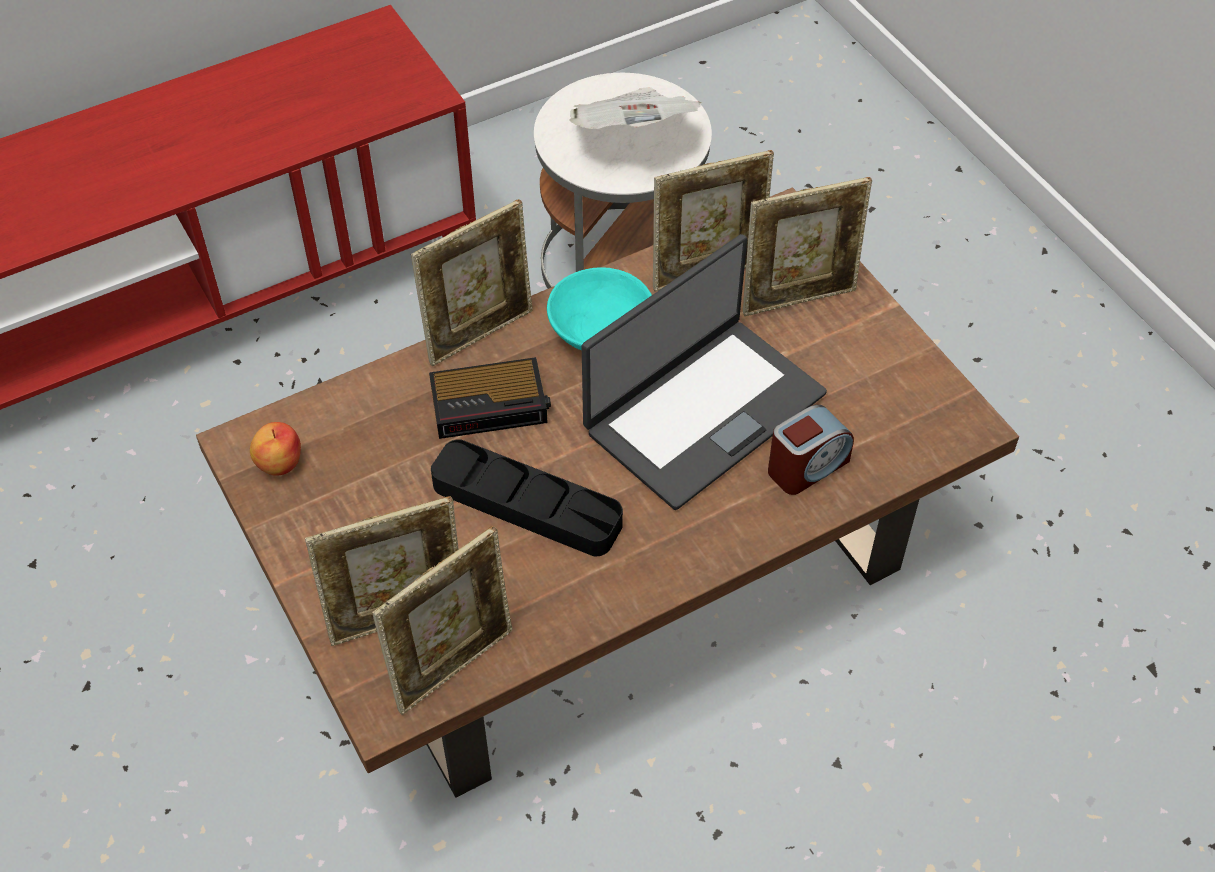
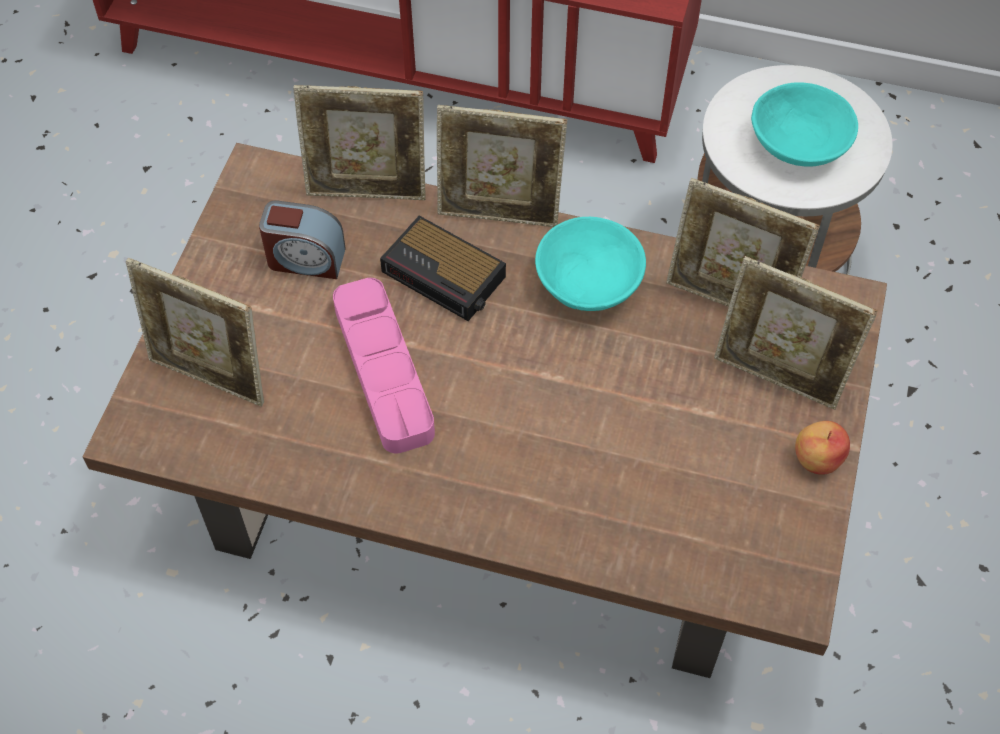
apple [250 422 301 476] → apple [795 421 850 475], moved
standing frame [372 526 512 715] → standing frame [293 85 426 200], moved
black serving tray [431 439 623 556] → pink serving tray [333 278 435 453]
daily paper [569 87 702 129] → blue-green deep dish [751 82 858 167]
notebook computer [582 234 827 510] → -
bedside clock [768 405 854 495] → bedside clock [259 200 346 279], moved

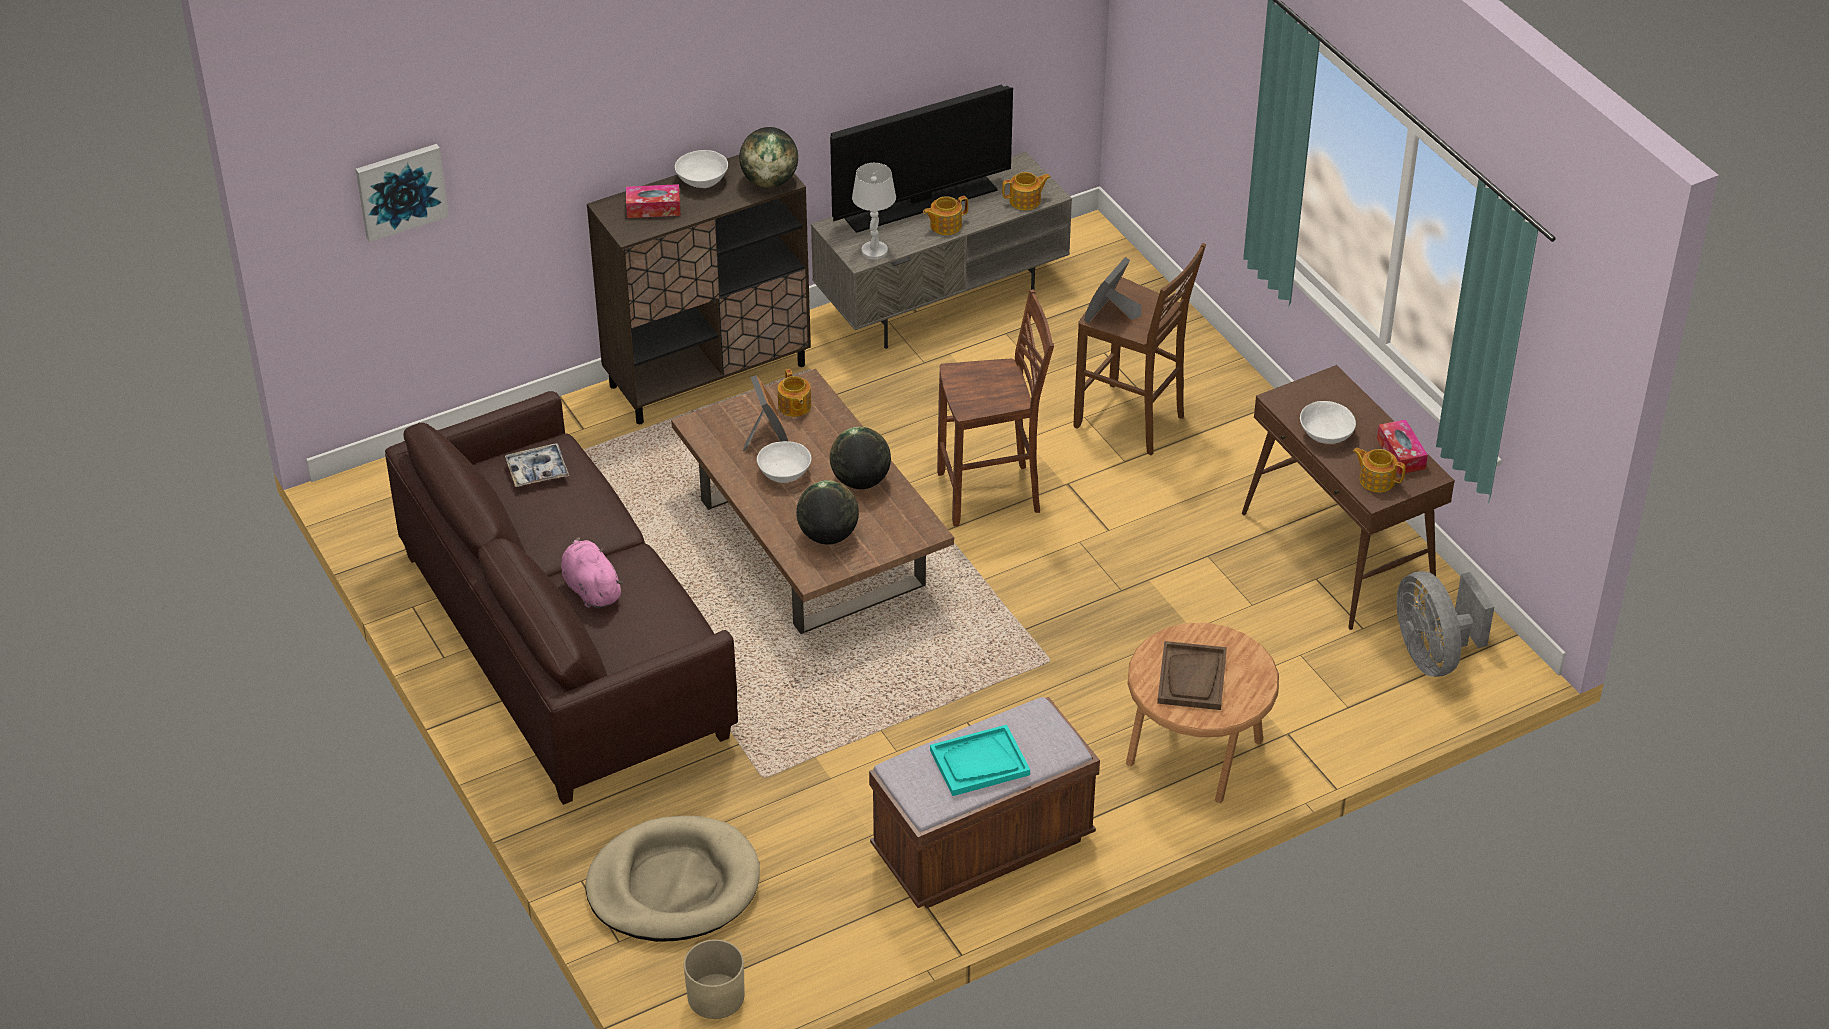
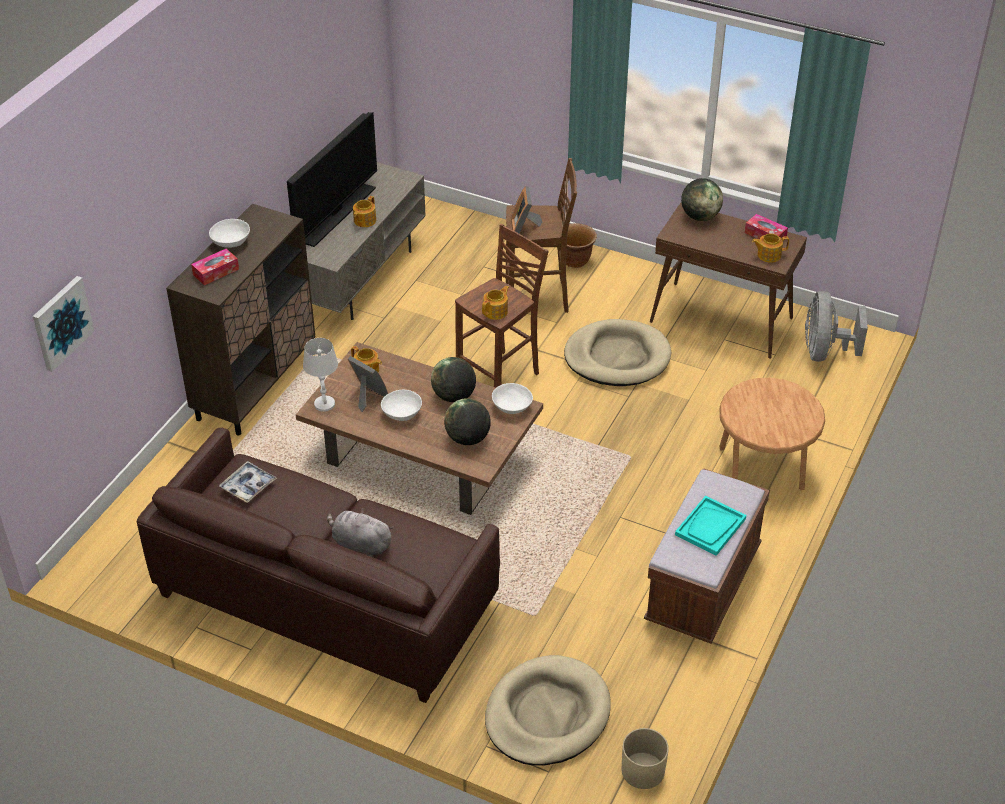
pink soft toy [561 537 623 608] → greyish soft toy [327 508 394 557]
globe [739 127 798 188] → globe [681 178 723 221], moved
whitish tabletop lamp [852 163 896 260] → whitish tabletop lamp [303 338 338 412], moved
teapot [1002 172 1051 210] → teapot [482 286 509 320], moved
brown serving tray [1157 641 1227 710] → -
whitish deep dish [1300 401 1356 444] → whitish deep dish [492 383 533 414], moved
greyish electric fan [1397 571 1494 677] → greyish electric fan [805 291 868 362], 60 degrees clockwise
- → beige-coloured dog cushion [564 319 671 386]
- → brown flower pot [566 223 597 268]

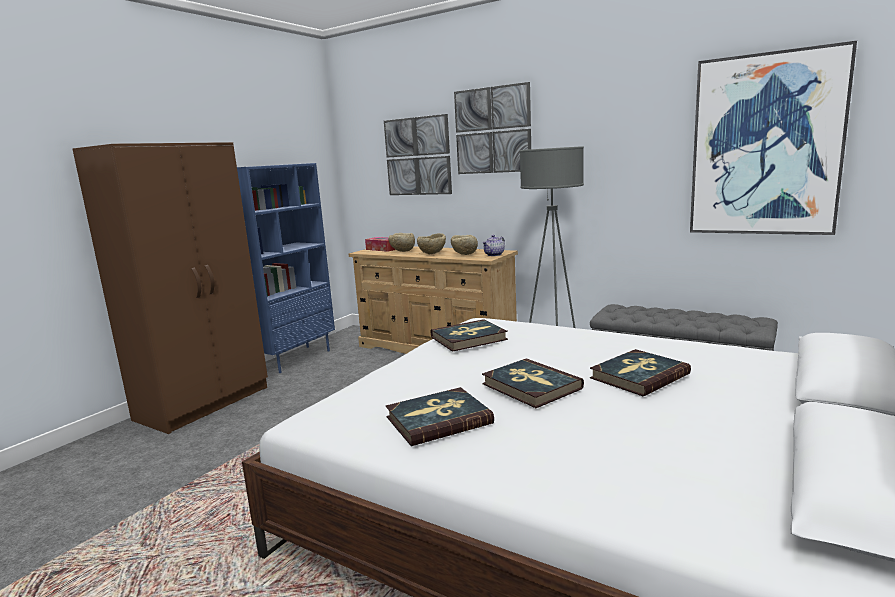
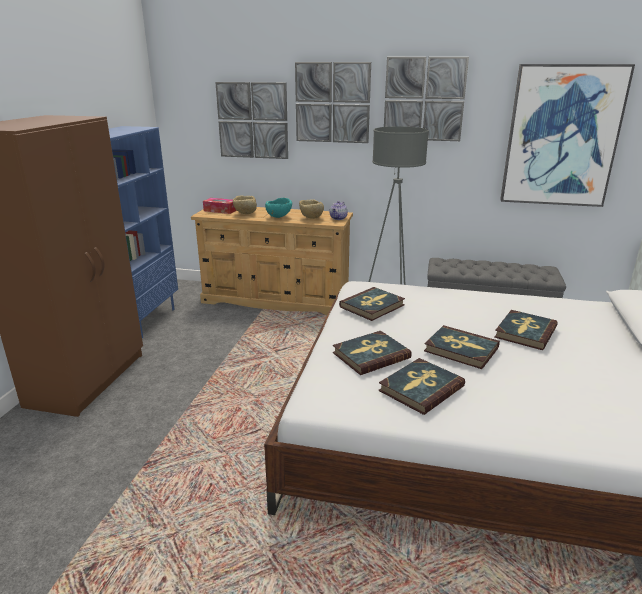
beige-coloured deep dish [417 233 446 254] → blue-green deep dish [265 198 292 218]
- → volume [333 331 412 375]
- → wall art [384 57 469 141]

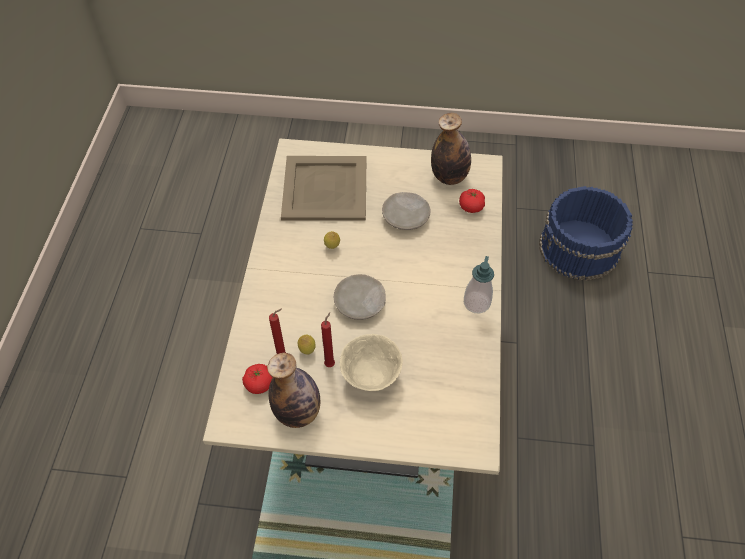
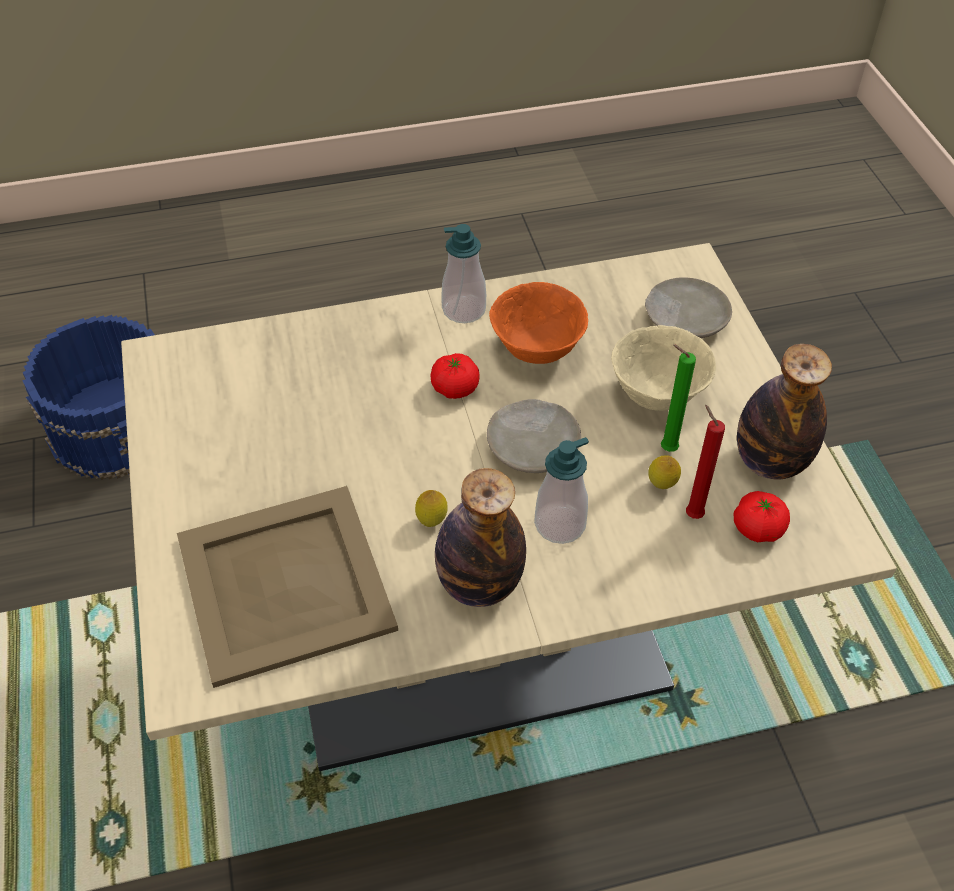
red wax candle [321 312 335 367] → greenish wax candle [661 344 696 452]
beige-coloured flat dish [382 192 430 230] → beige-coloured flat dish [645 278 732 338], moved
drink bottle [431 113 471 185] → drink bottle [435 468 526 607], moved
whole tomato [459 189 485 213] → whole tomato [430 353 480 399], moved
- → orange deep dish [489 282 588 364]
- → liquid soap bottle [534 437 589 544]

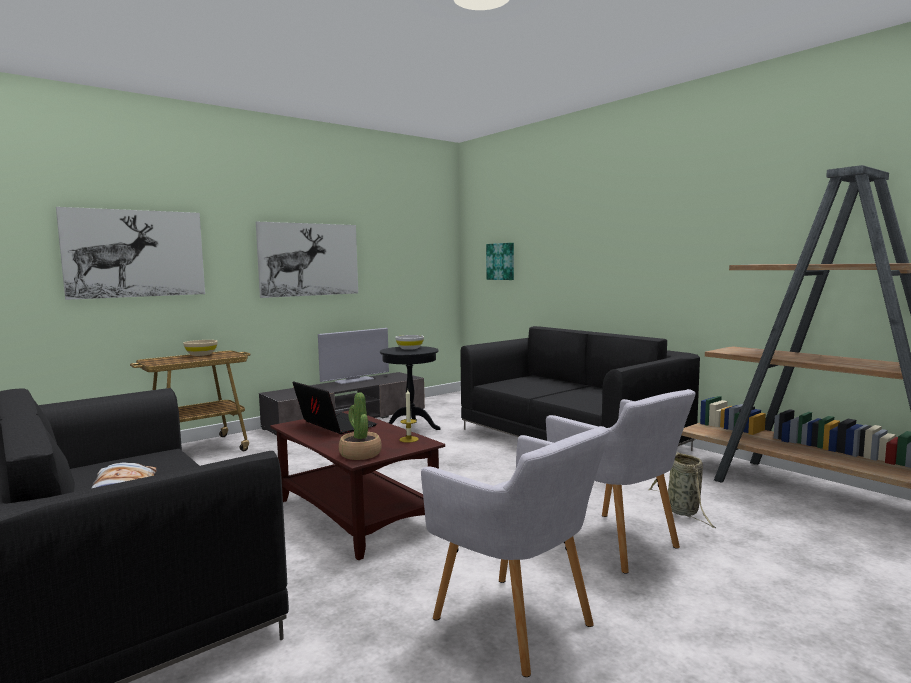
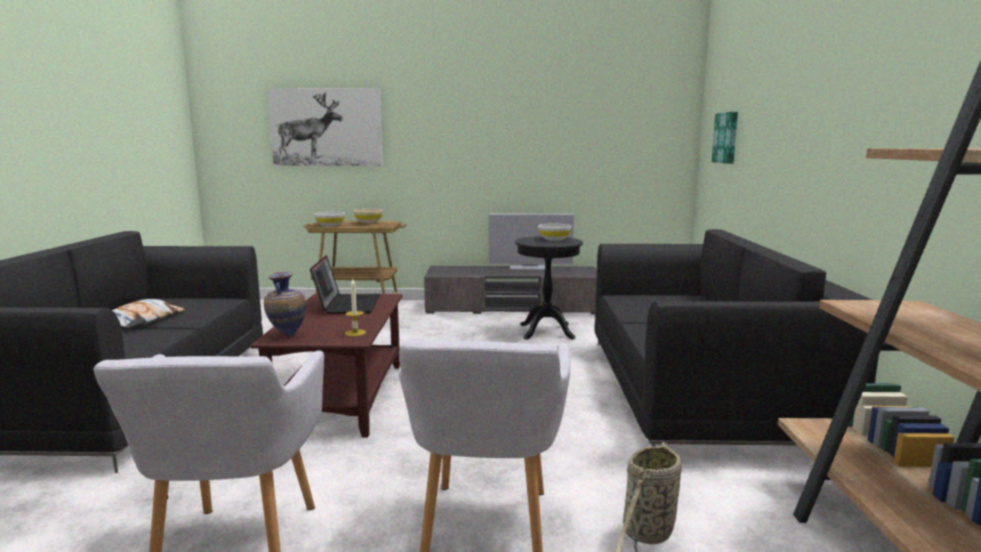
wall art [256 222 358 298] → -
potted plant [339 393 382 460] → decorative vase [264 272 307 337]
- → whitish deep dish [314 212 345 227]

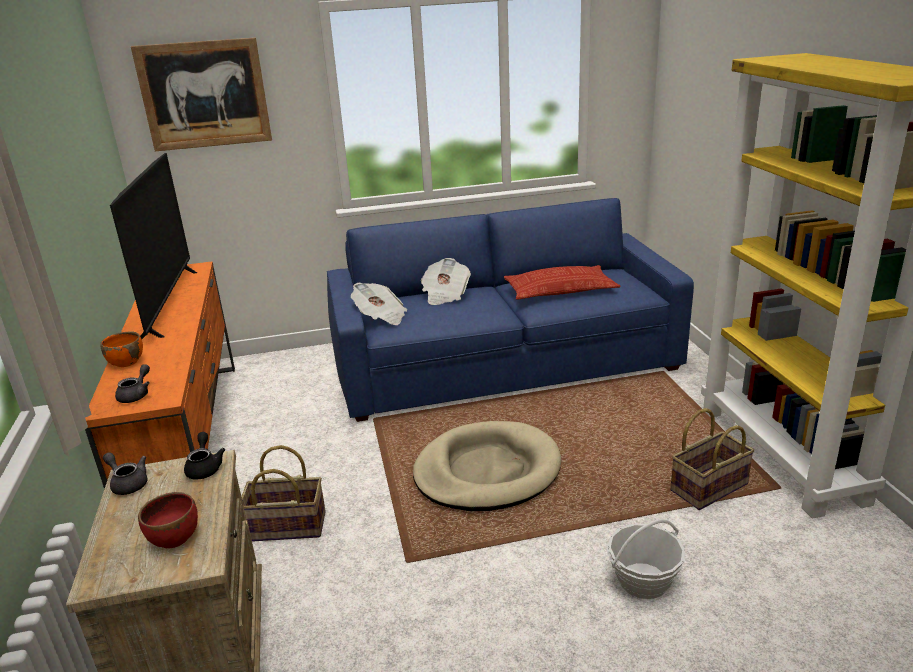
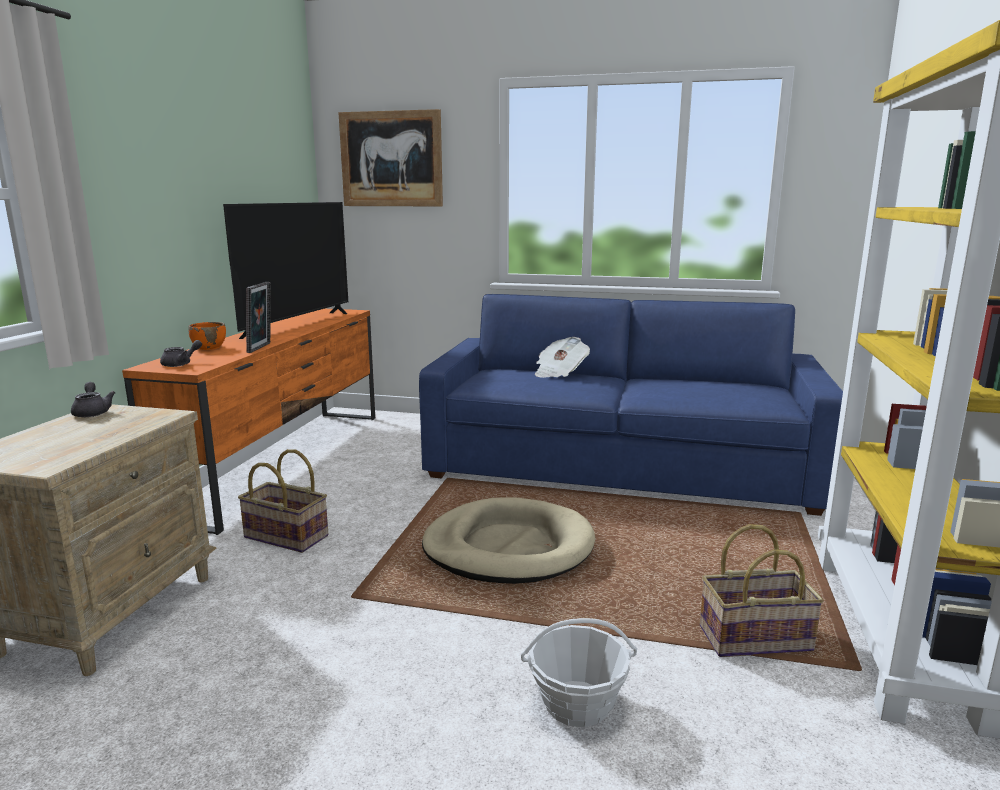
red deep dish [138 492 198 548] → -
black teapot [184 432 225 480] → -
daily paper [350 283 407 325] → -
cushion [504 265 621 300] → -
- → standing frame [246 282 271 353]

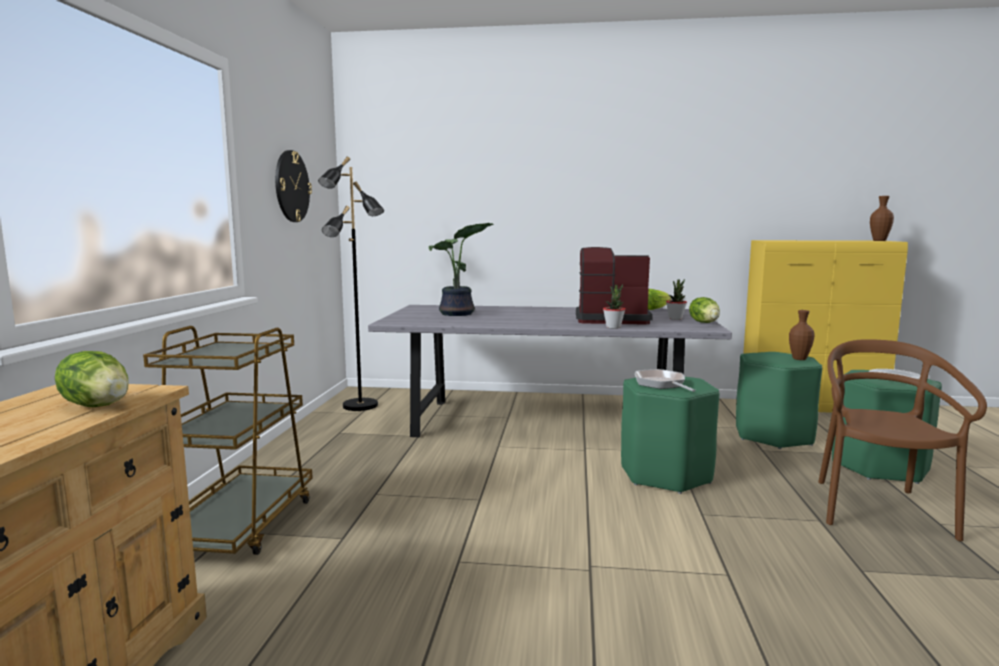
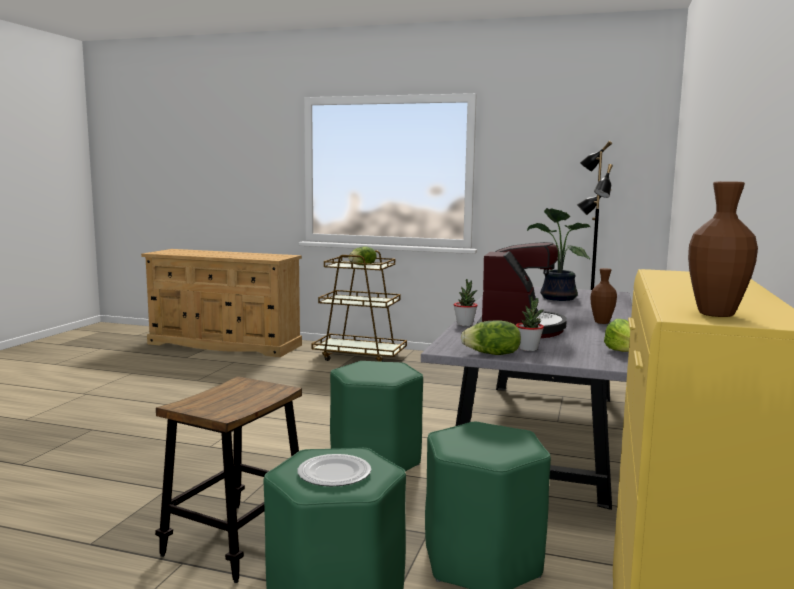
lettuce [55 351 128 407] → lettuce [348 246 377 265], moved
wall clock [275 150 312 222] → -
skillet [635 369 696 392] → -
brown decorative vase [789 310 815 360] → brown decorative vase [591 268 617 324], moved
brown chair [818 339 987 542] → sitting stool [155 376 302 583]

